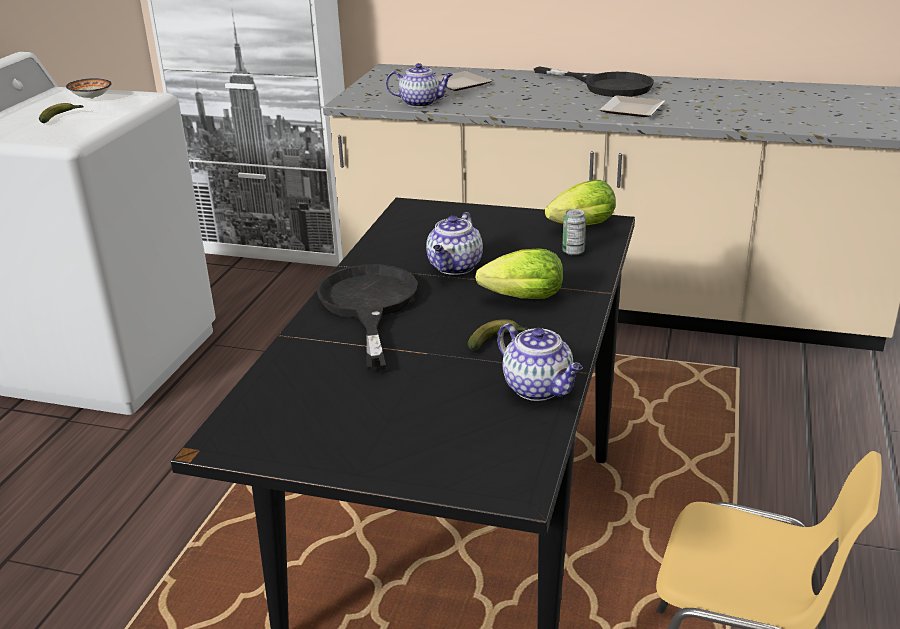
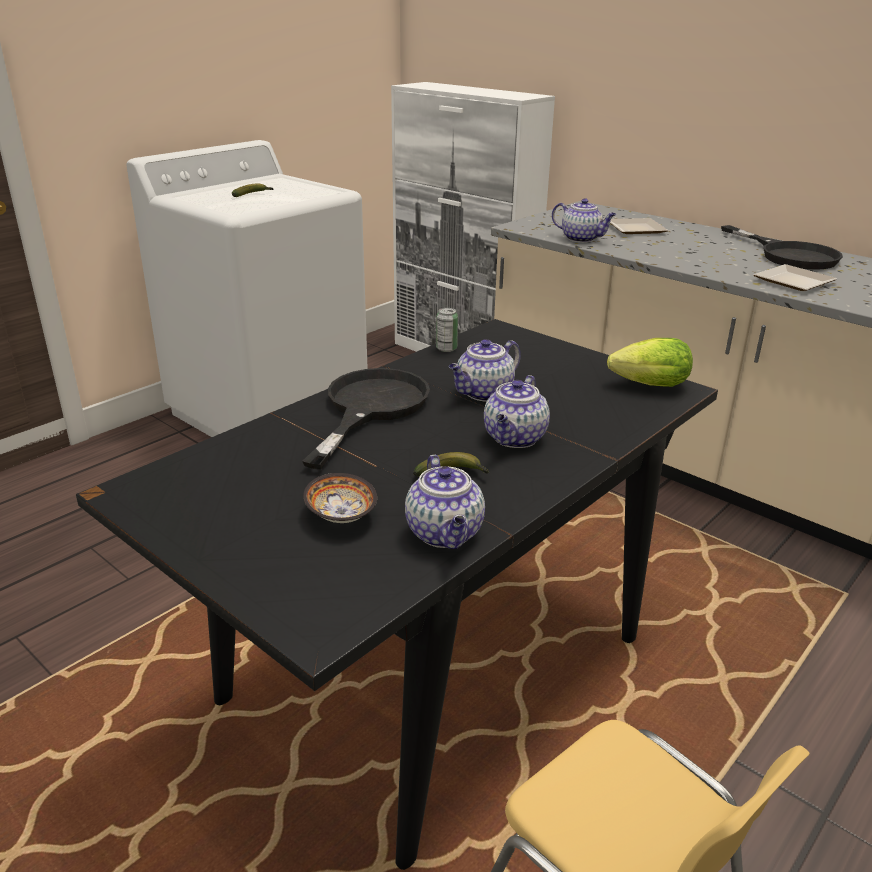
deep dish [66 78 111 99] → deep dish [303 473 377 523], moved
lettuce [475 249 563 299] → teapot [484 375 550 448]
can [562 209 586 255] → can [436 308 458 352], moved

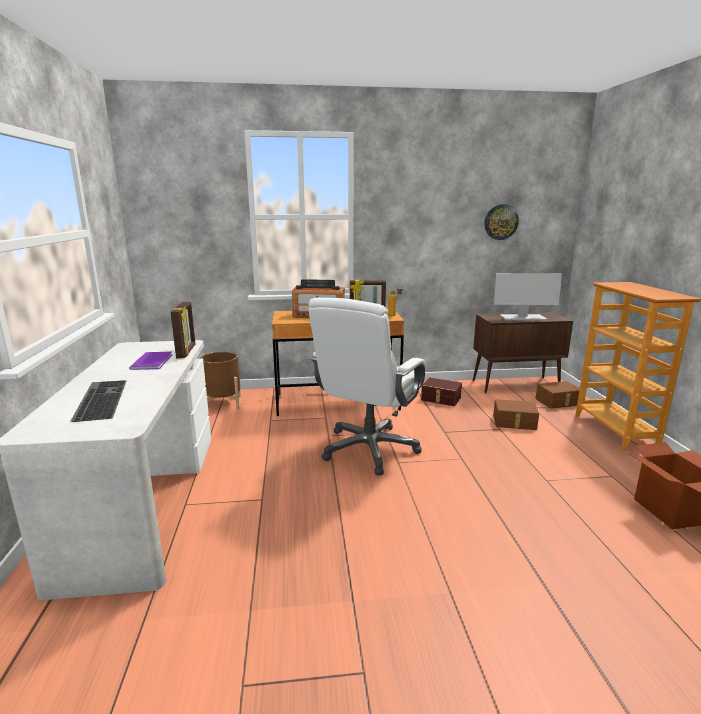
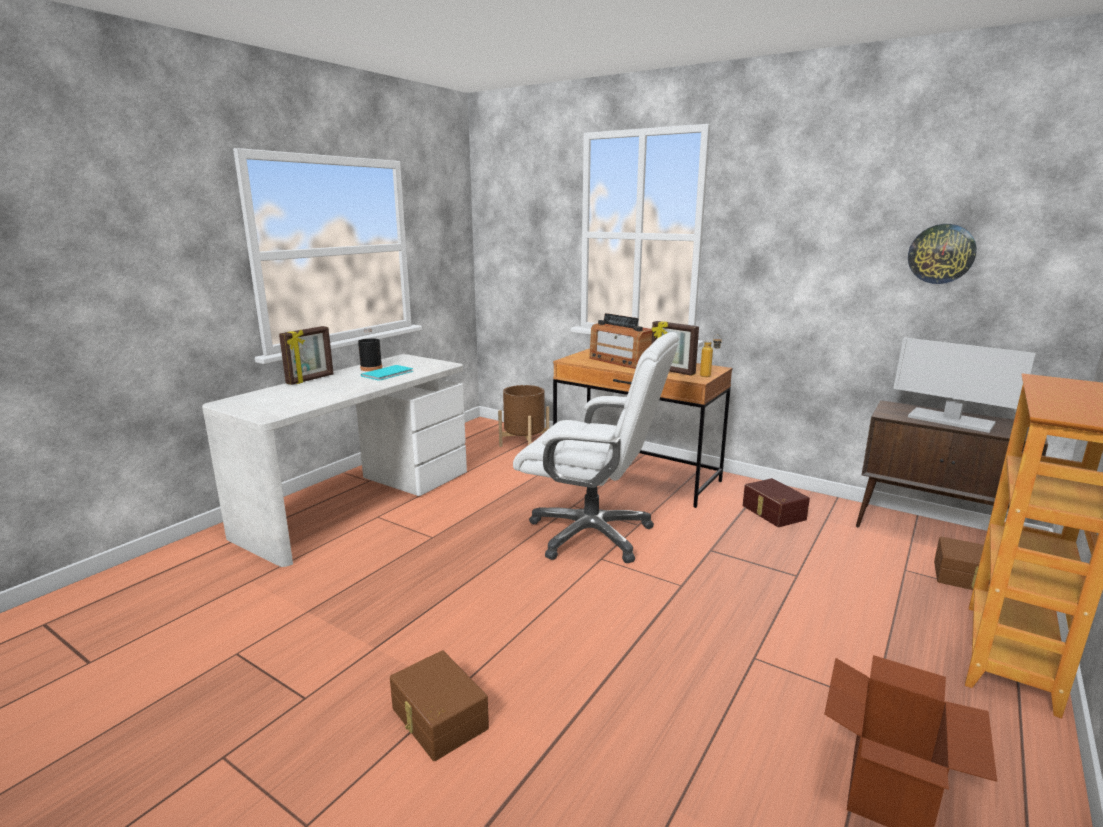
PC keyboard [71 380 127 422] → -
purple-coloured volume [129 352 172 370] → blue-green volume [361 365 413 381]
standing frame [171 302 195 359] → standing frame [279 326 334 385], moved
whitish desk chair [309 298 426 475] → whitish desk chair [513 332 679 563], 135 degrees counterclockwise
brown storage container [493 399 539 430] → brown storage container [390 650 489 761], moved
- → black drink bottle [358 328 382 371]

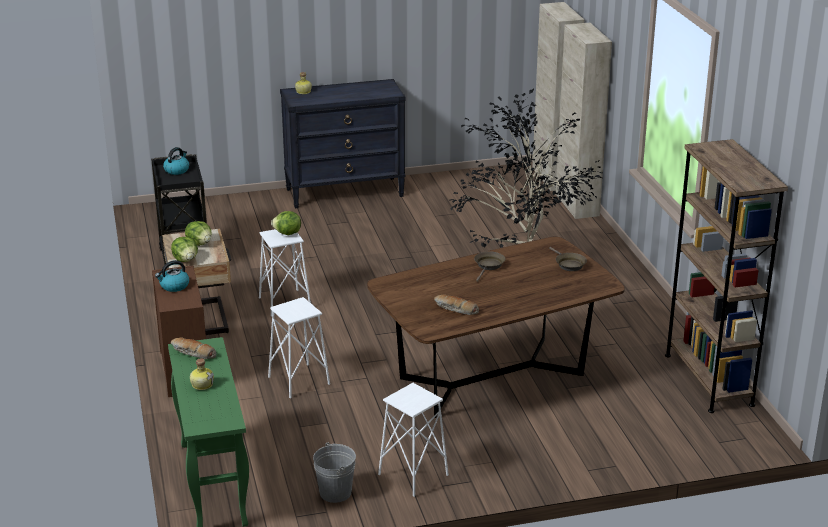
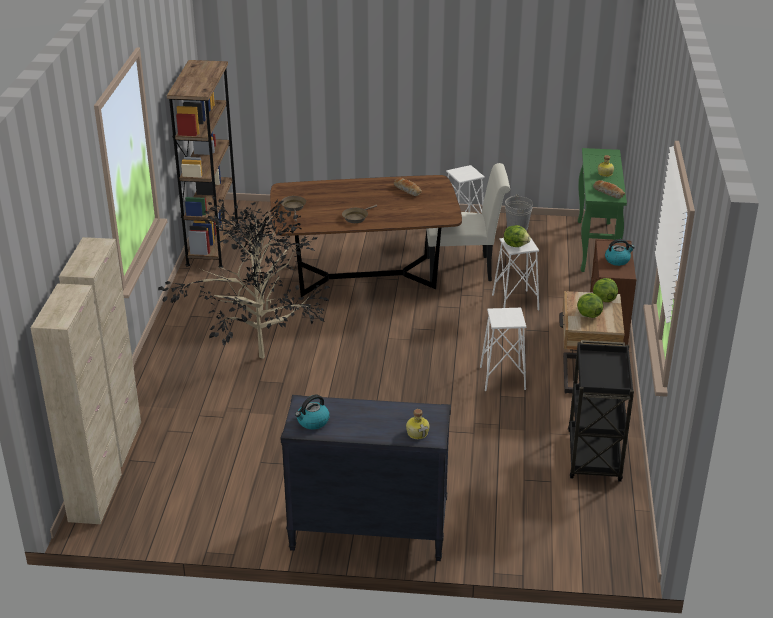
tea kettle [163 147 189 175] → tea kettle [295 395 329 429], moved
lettuce [271 211 301 235] → lettuce [504 225 531 247], moved
- → whitish chair [427 163 510 282]

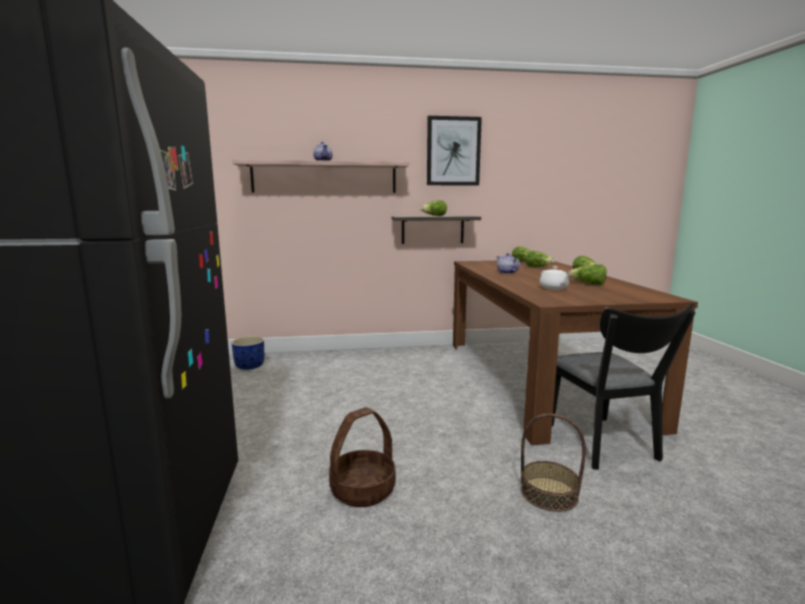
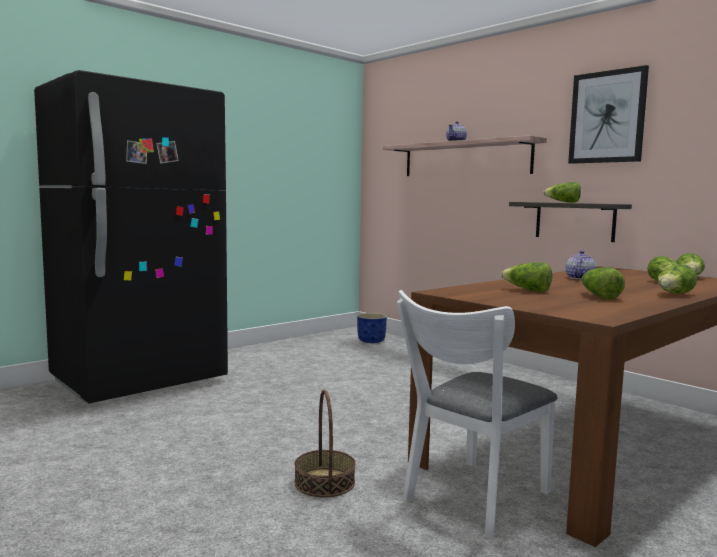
storage basket [329 407 395 507] → -
whitish teapot [539 266 570 290] → lettuce [501 262 552 292]
black chair [552 303 695 470] → whitish chair [397 290 557 539]

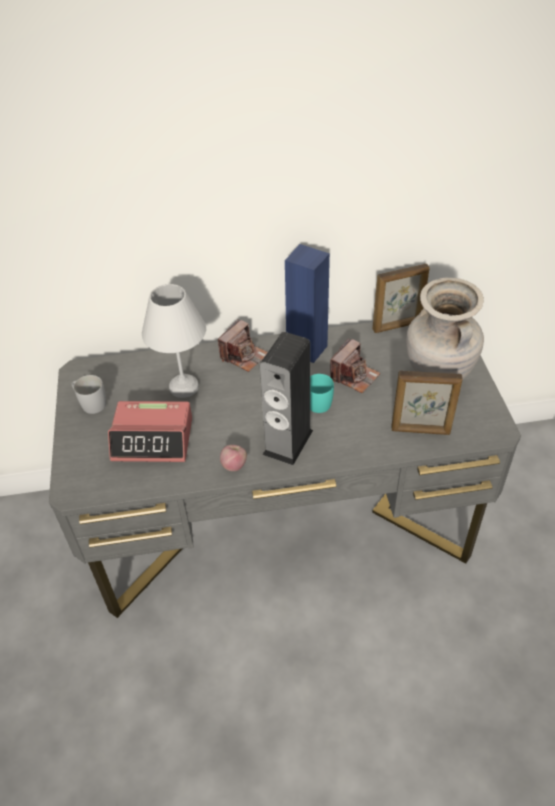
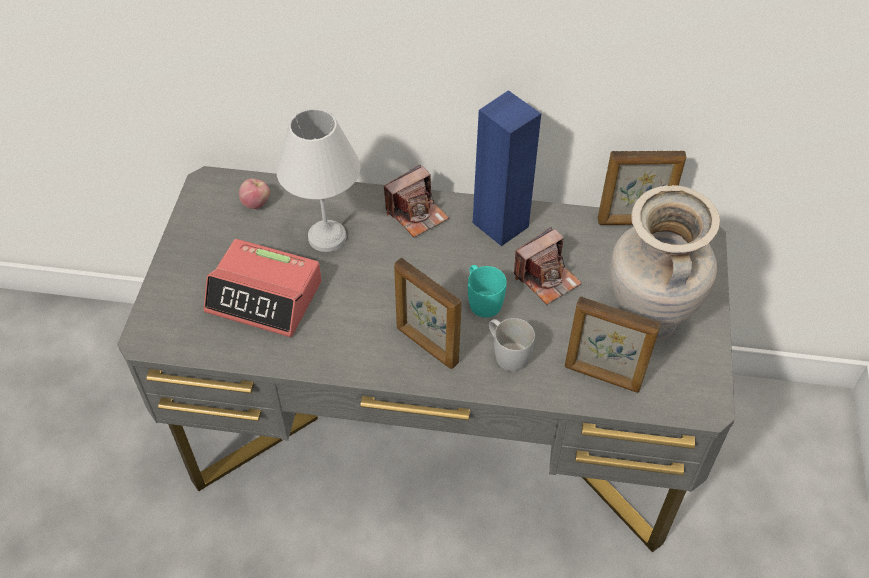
whitish mug [72 375 106 414] → whitish mug [489 318 535 371], moved
apple [220 445 247 471] → apple [239 178 270 209], moved
speaker [260 332 313 465] → standing frame [394 258 461 369]

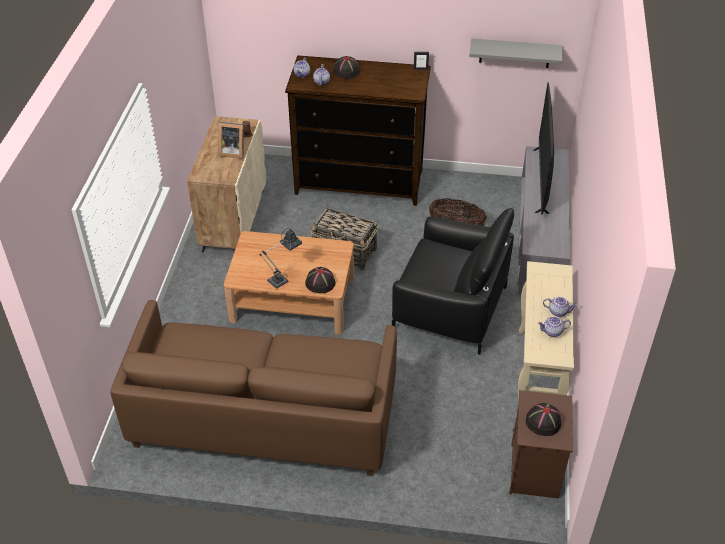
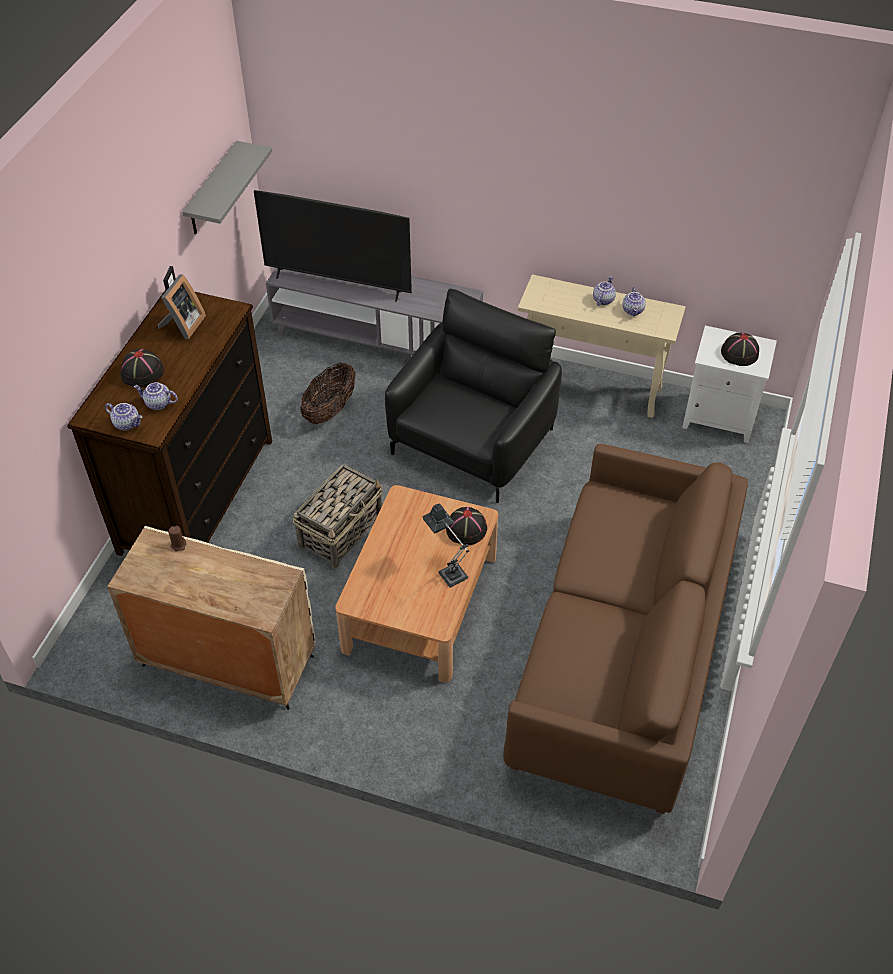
standing frame [218 122 244 159] → standing frame [158 274 206 339], moved
brown bedside table [509 390 573 498] → whitish bedside table [682 326 777 443]

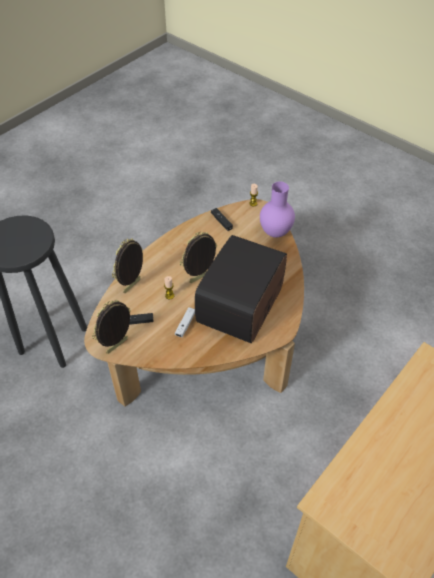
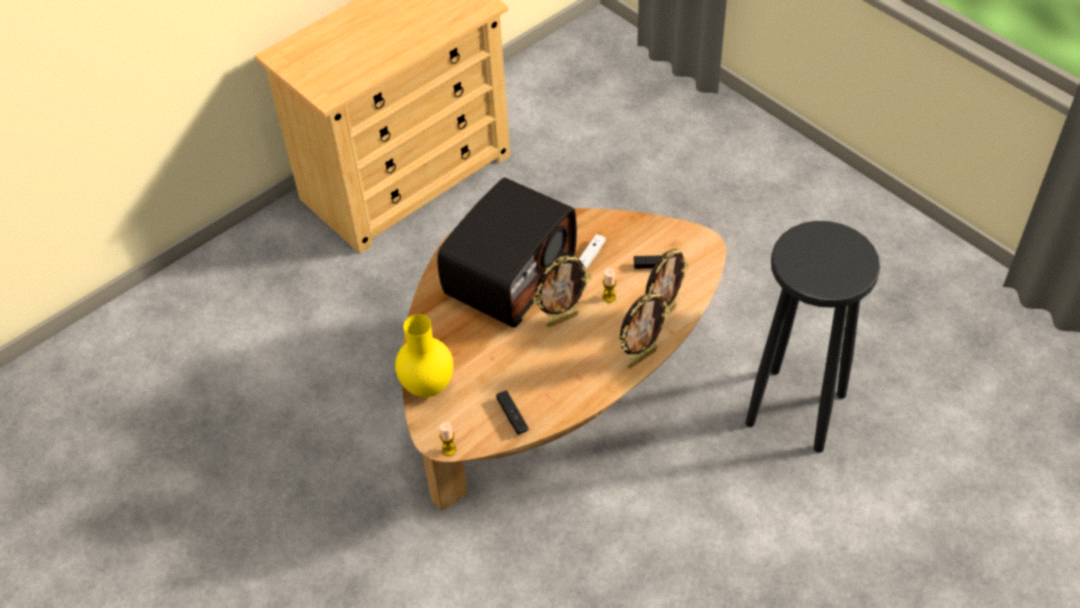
standing frame [92 300 131 354] → standing frame [618 293 670 368], moved
purple-coloured decorative vase [260 181 295 238] → yellow decorative vase [395 314 453 397]

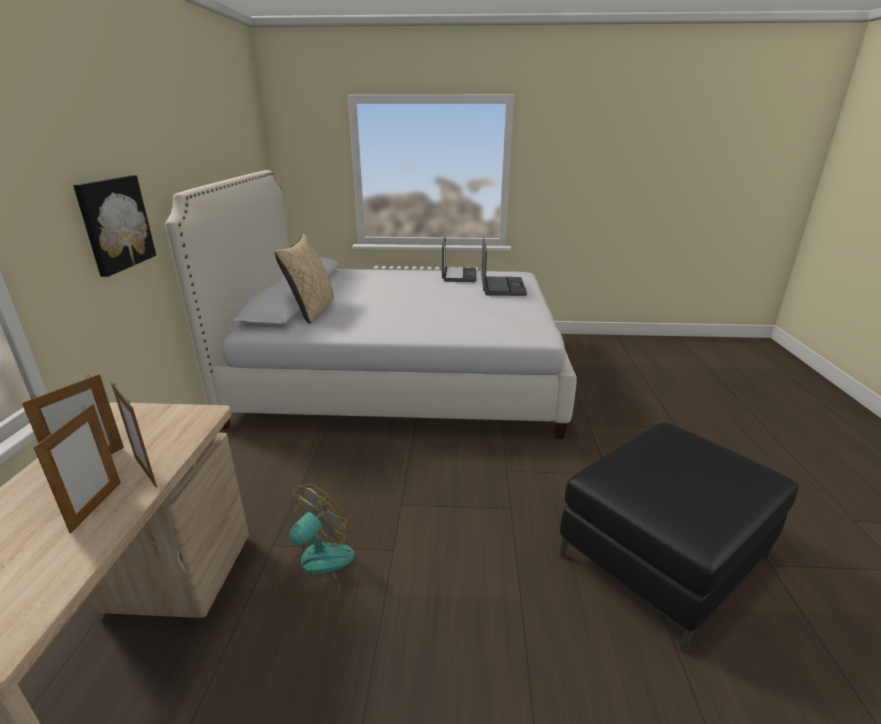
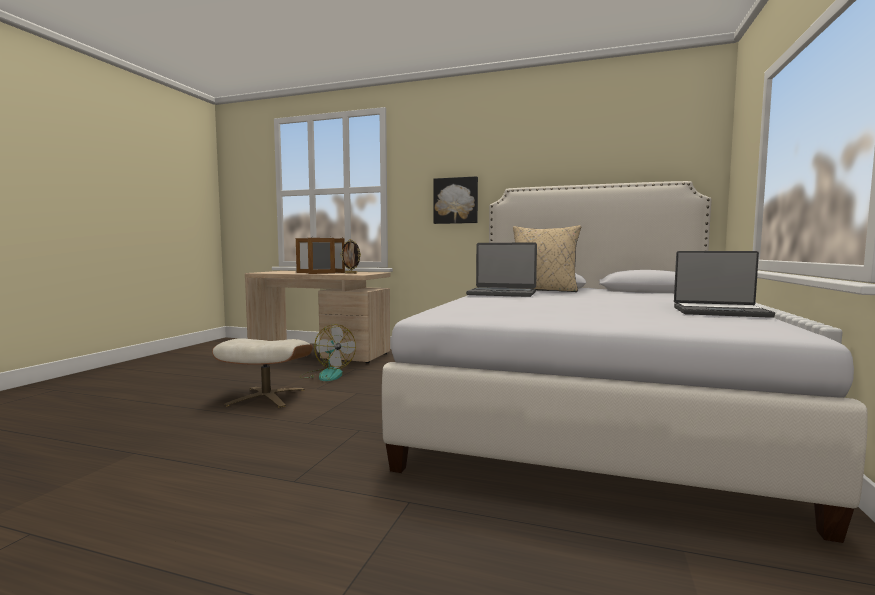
notebook computer [481 238 527 296] → notebook computer [466 243 537 297], moved
black footrest [560 422 799 653] → -
- → beige-coloured footrest [212 338 313 408]
- → standing frame [340 239 361 274]

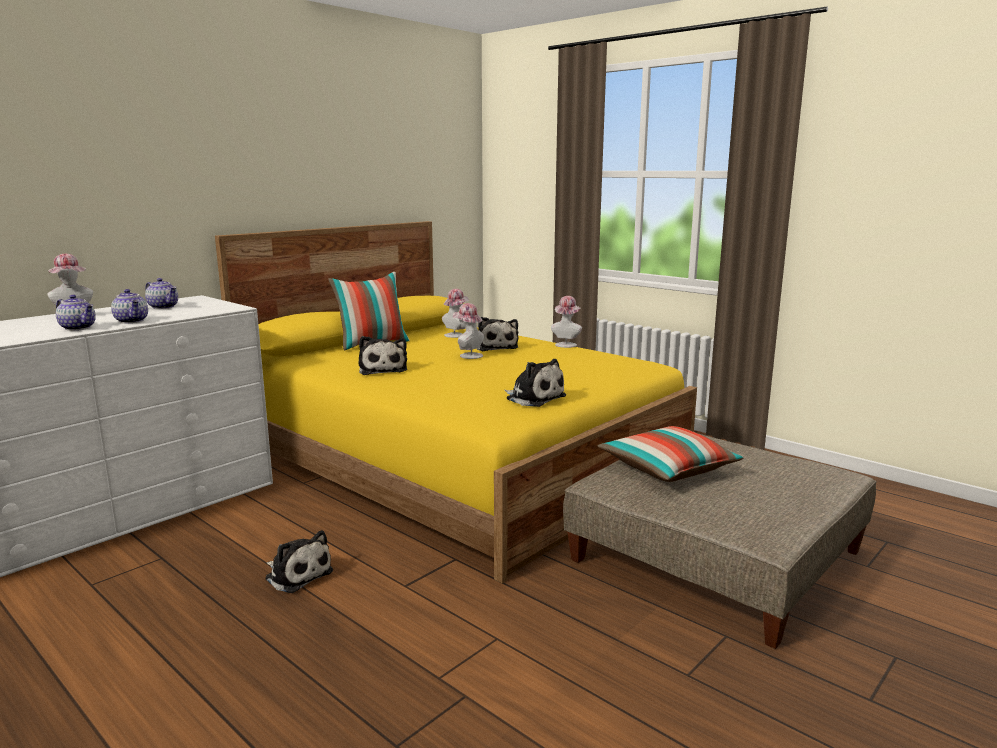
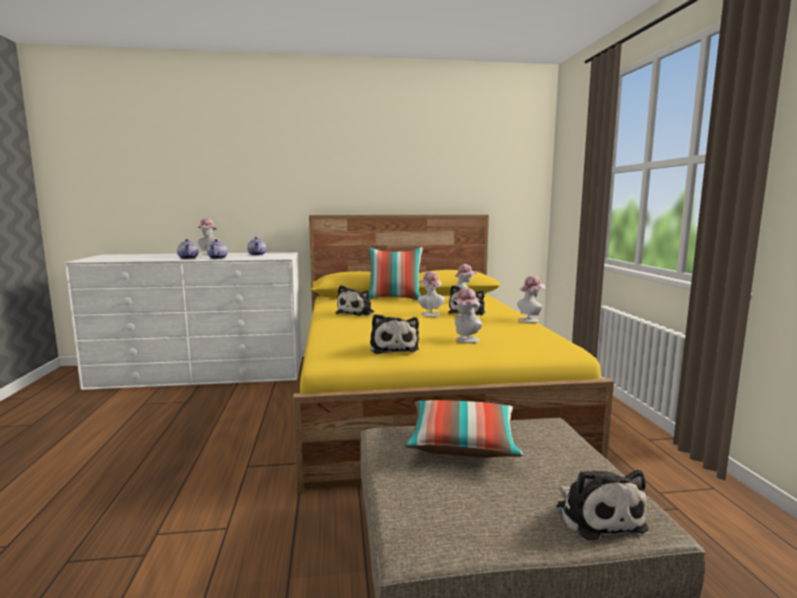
soft toy [265 530 333 593] → soft toy [557 470 649 540], moved
- → wearable hat [451 288 482 343]

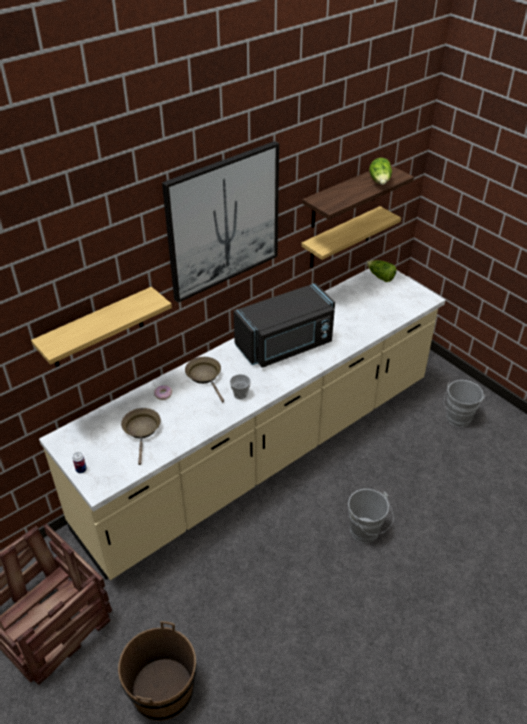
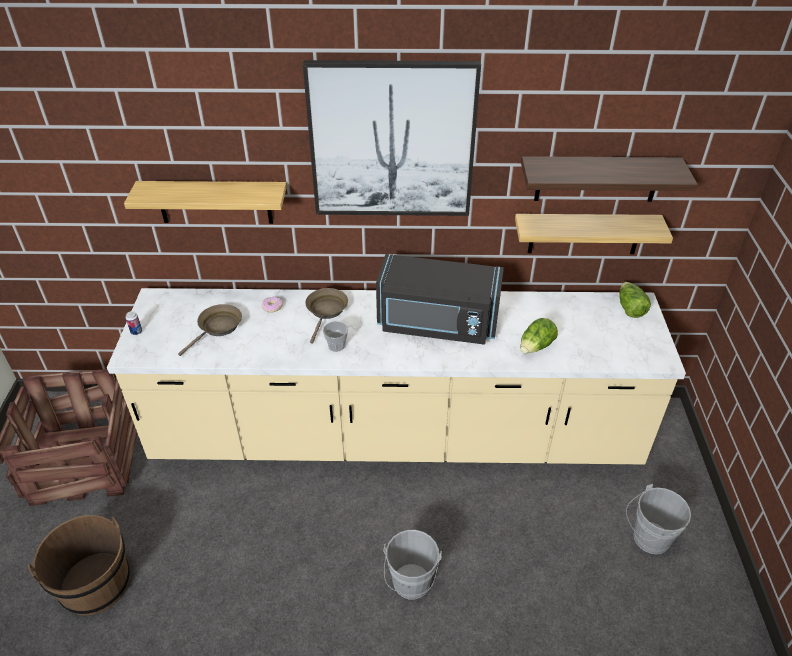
lettuce [369 158 392 185] → lettuce [520 318 558 353], moved

